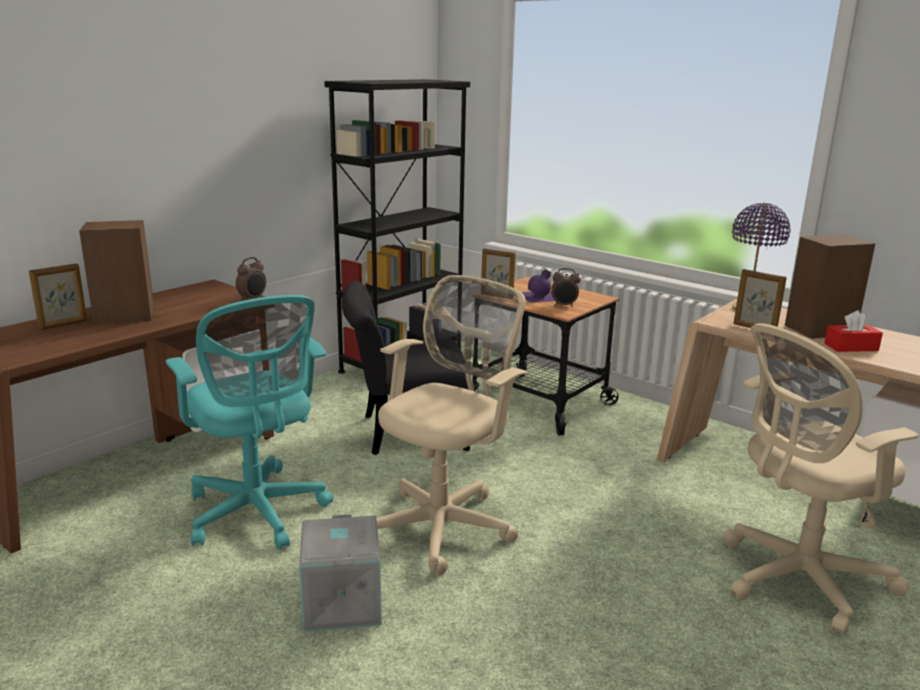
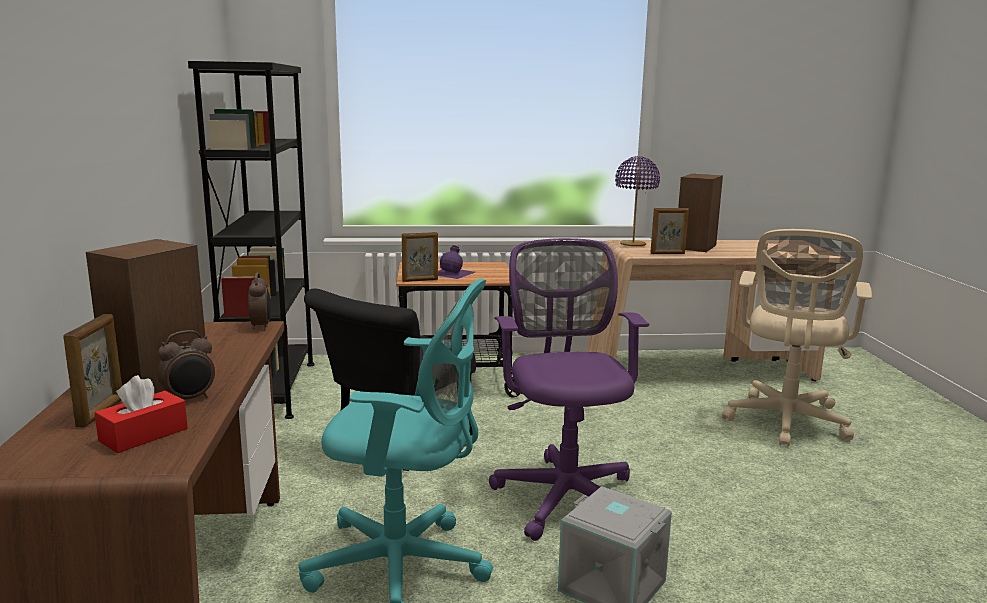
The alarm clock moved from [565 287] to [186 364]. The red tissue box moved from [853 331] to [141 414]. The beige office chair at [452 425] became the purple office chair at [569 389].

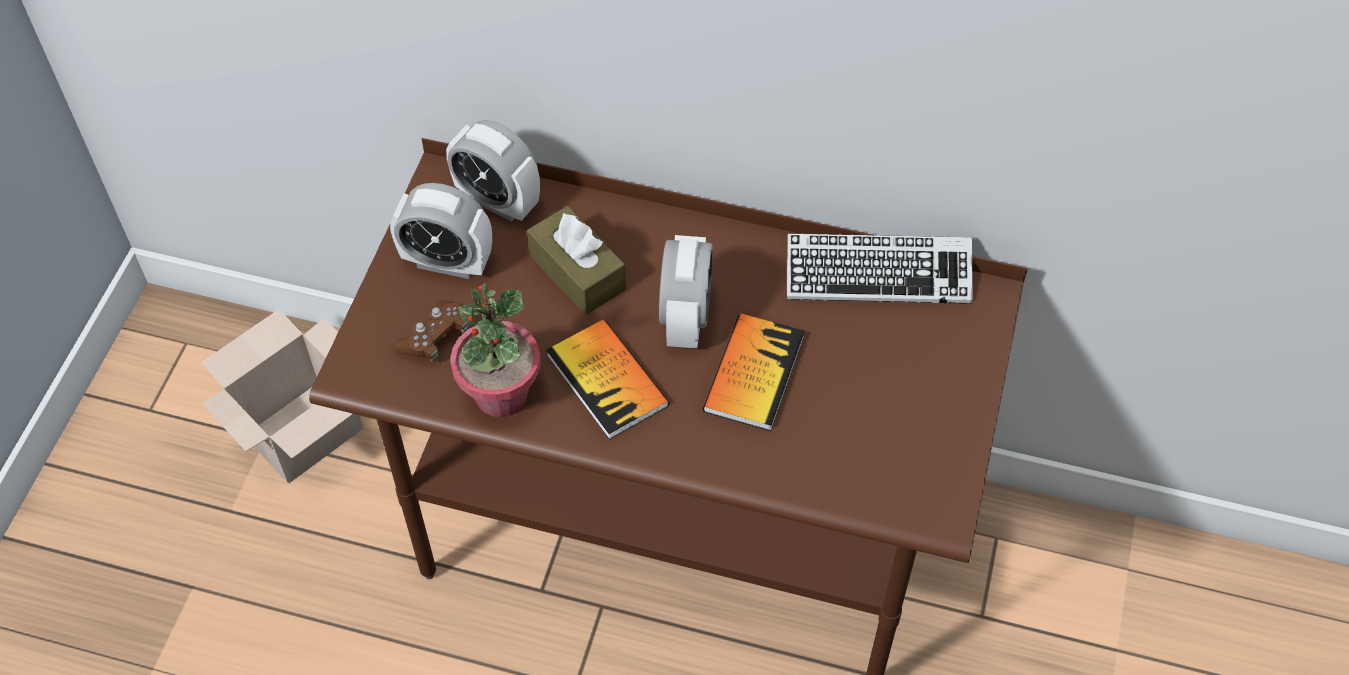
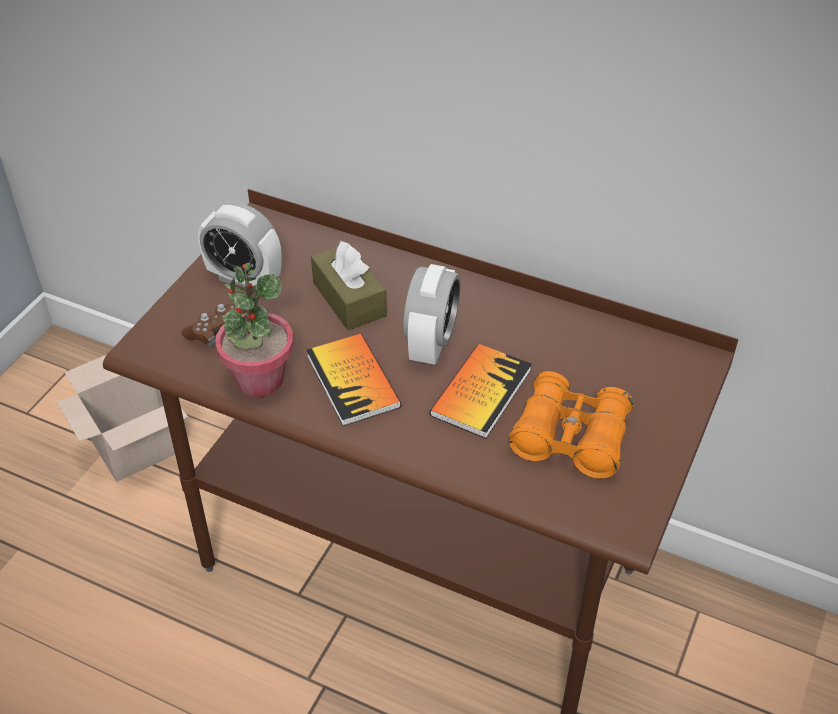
The alarm clock at [493 171] disappeared. The keyboard at [880 269] disappeared. The orange binoculars at [570 425] appeared.

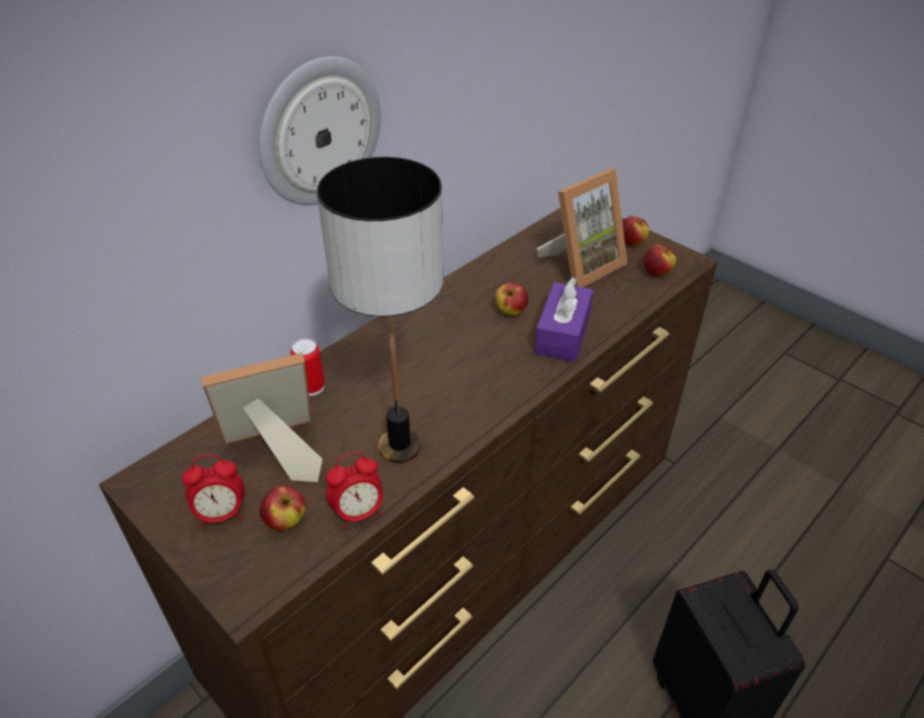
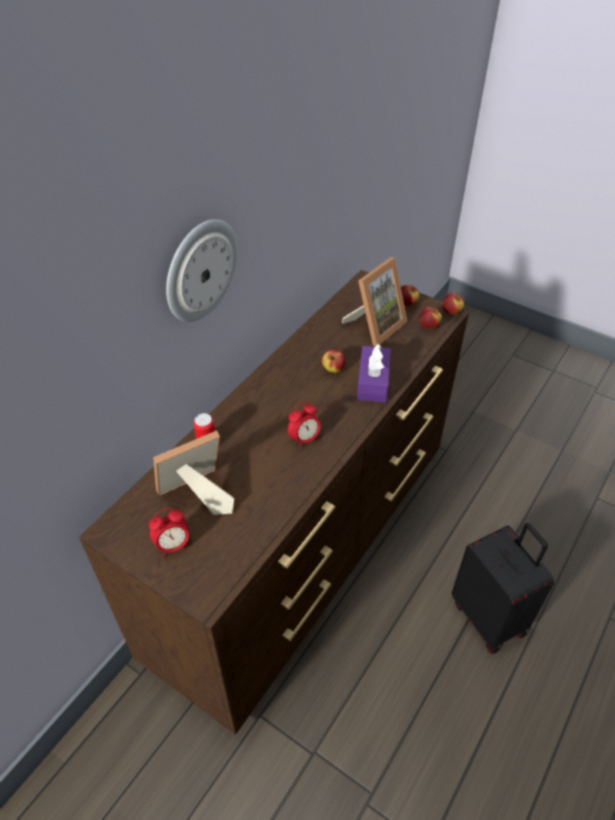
The table lamp at [380 310] disappeared. The apple moved from [283 508] to [453 303]. The alarm clock moved from [354 490] to [304 425].

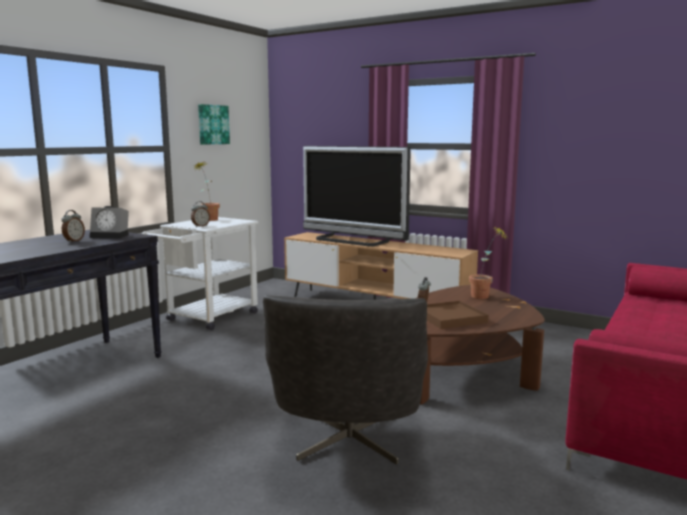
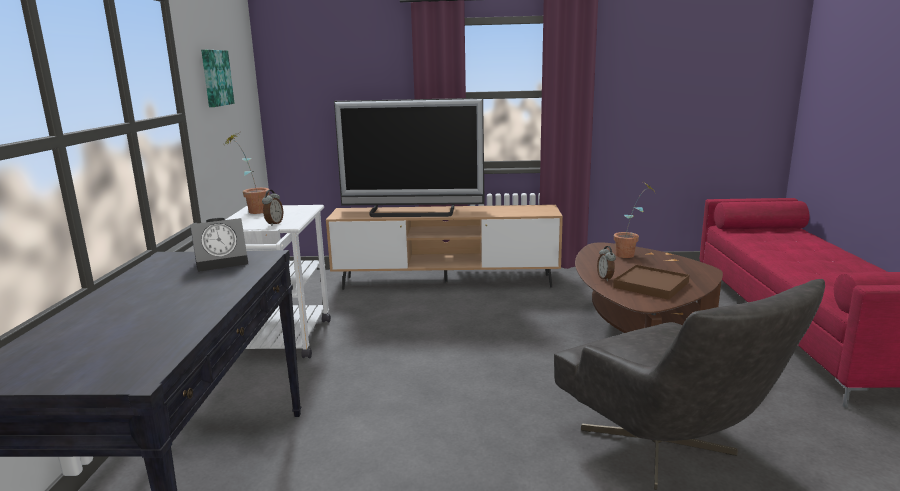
The alarm clock at [73 226] disappeared.

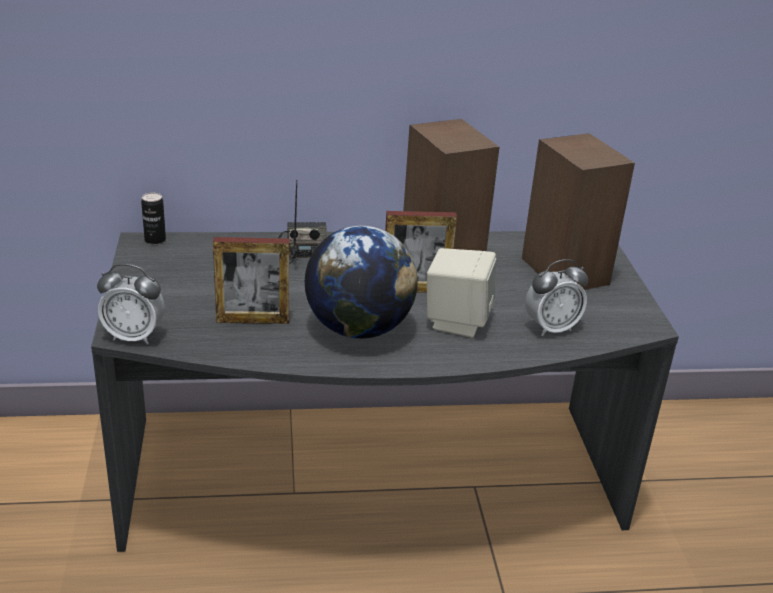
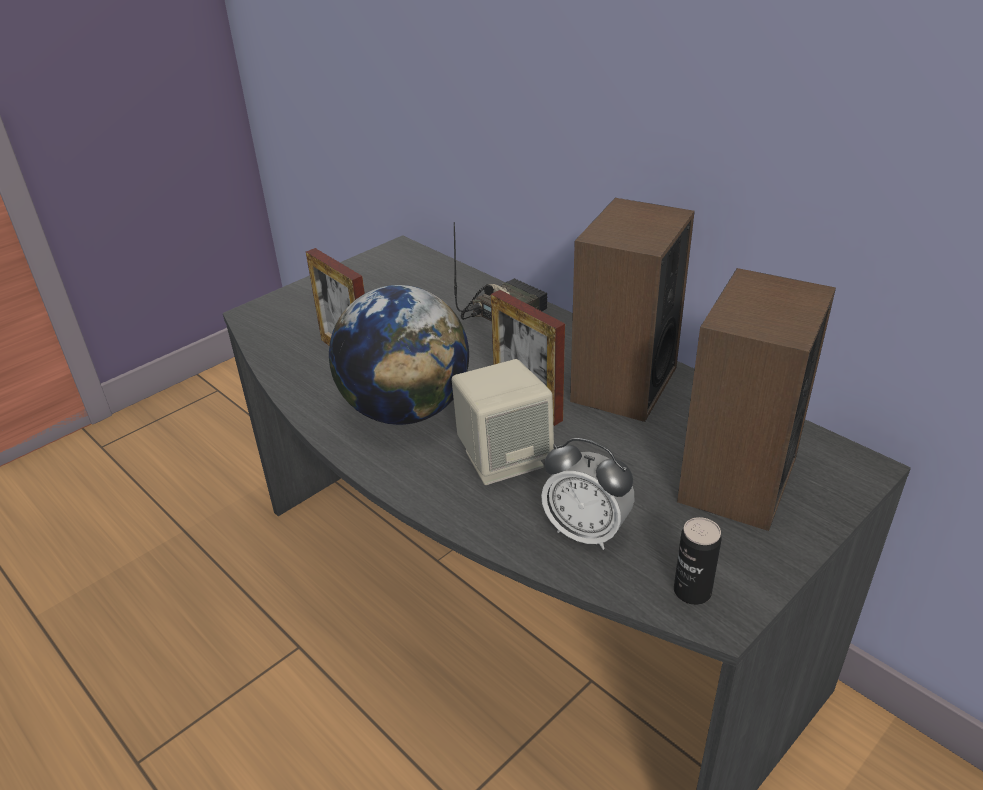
The alarm clock at [131 304] disappeared. The can moved from [153 219] to [698 561].

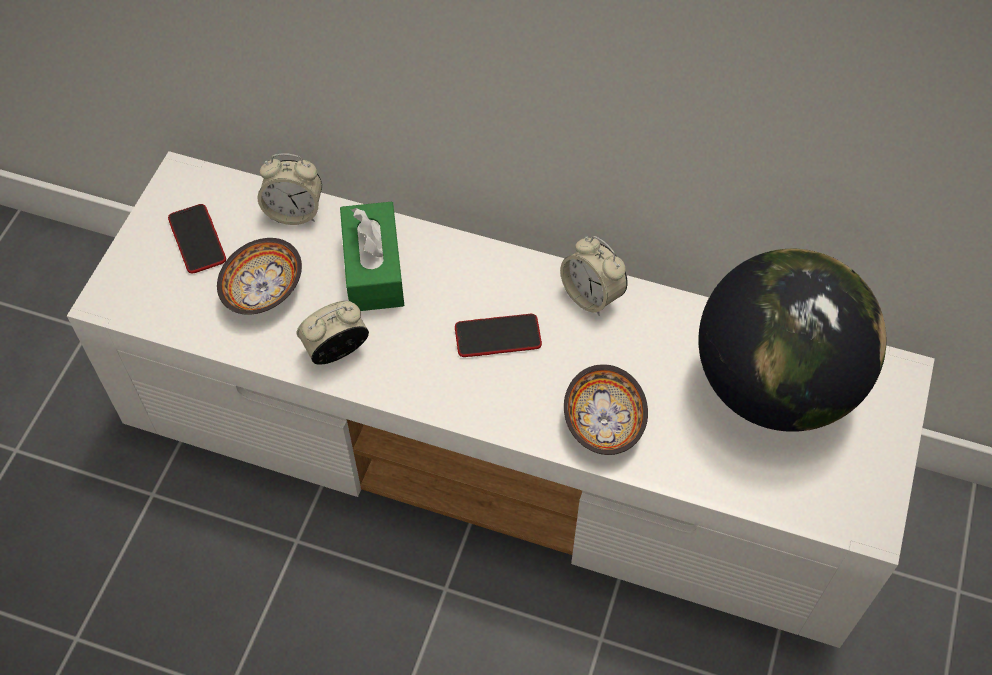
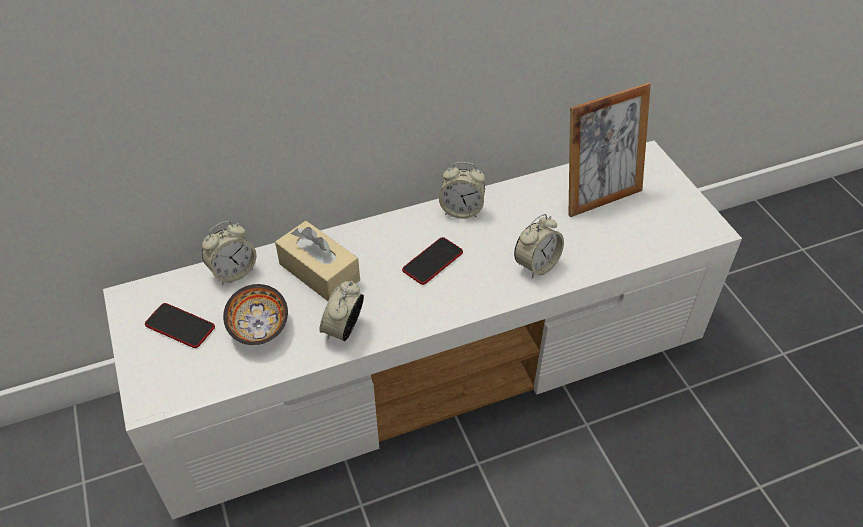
The bowl at [606 409] was replaced by the alarm clock at [539 246]. The globe at [792 340] was replaced by the picture frame at [609 149]. The green tissue box at [372 256] became the beige tissue box at [317 261].

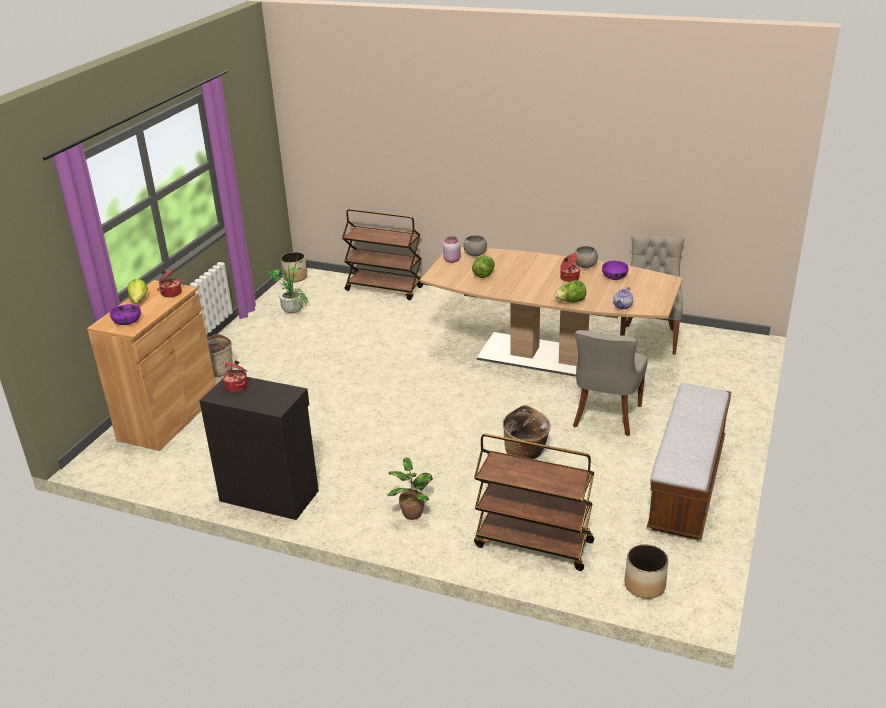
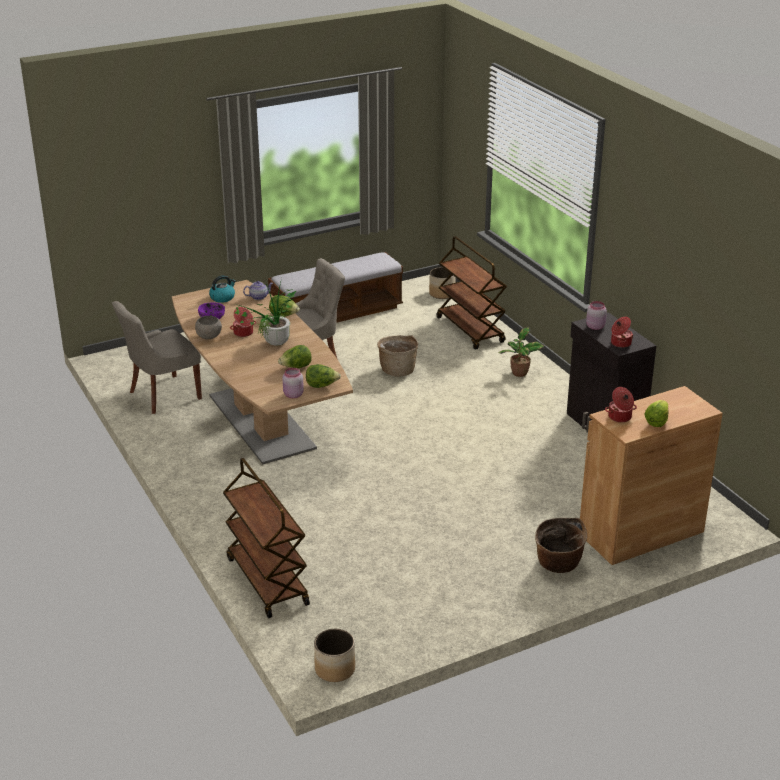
The purple bowl at [125 314] disappeared. The grey bowl at [475 245] disappeared. The kettle at [222 289] appeared. The lettuce at [323 376] appeared. The pink jar at [596 315] appeared. The potted plant moved from [288 284] to [265 312].

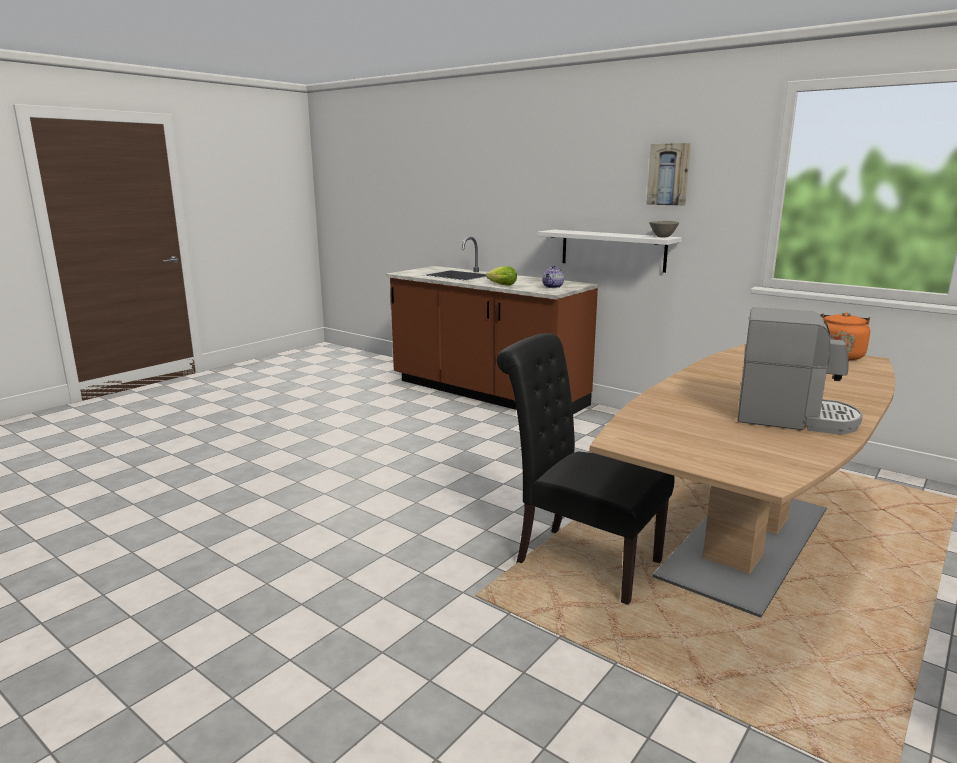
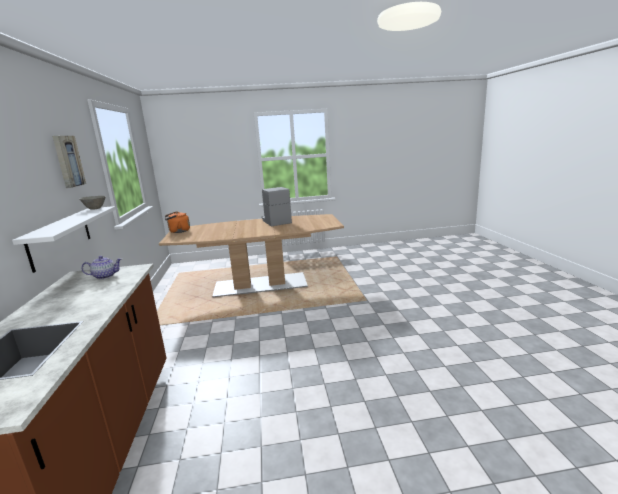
The lettuce at [501 276] disappeared. The black chair at [586 469] disappeared.

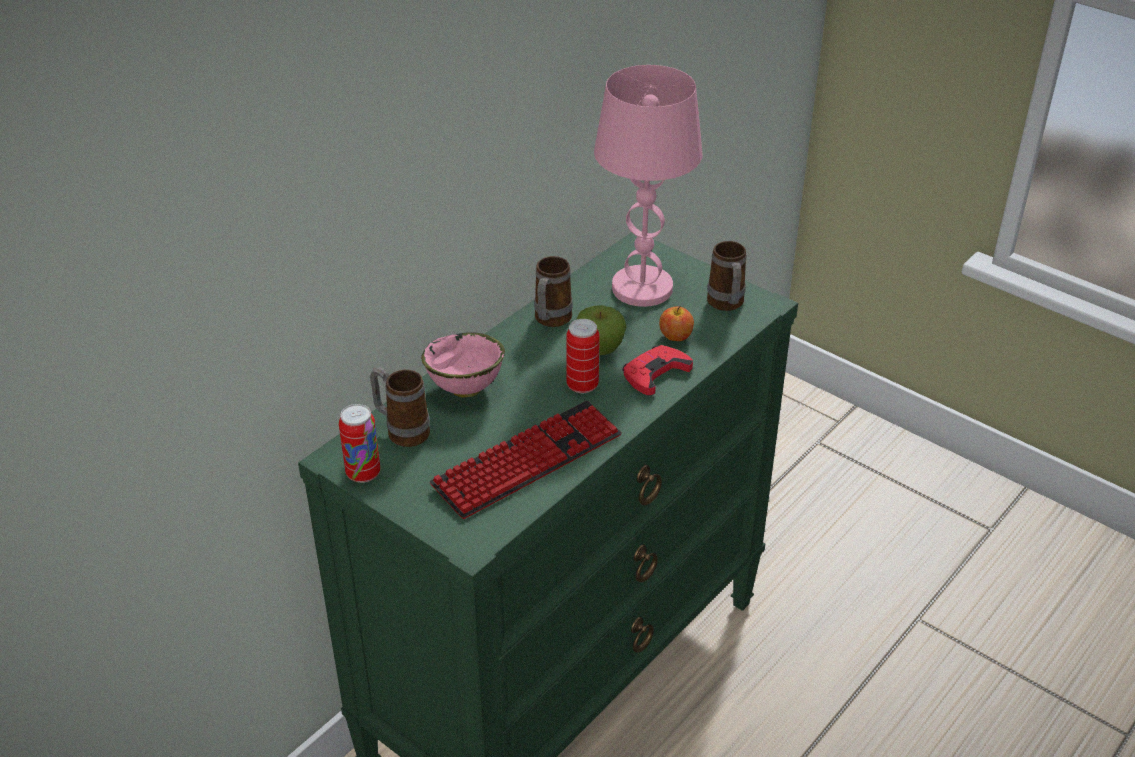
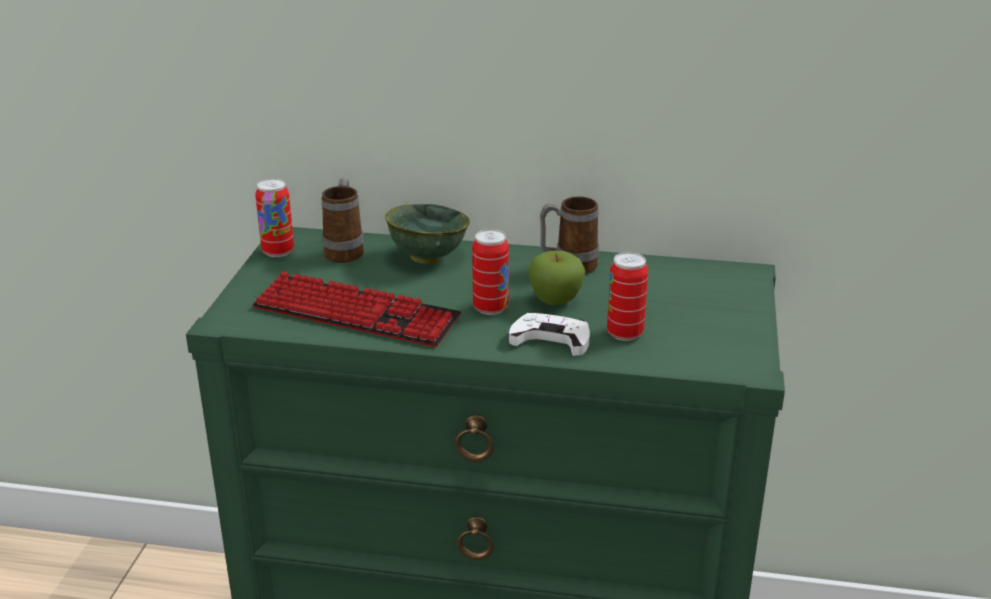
The pink table lamp at [648 186] disappeared. The mug at [726 276] disappeared. The apple at [676 323] was replaced by the can at [627 296]. The pink bowl at [463 365] became the green bowl at [427 234]. The red game controller at [657 370] became the white game controller at [549 334].

